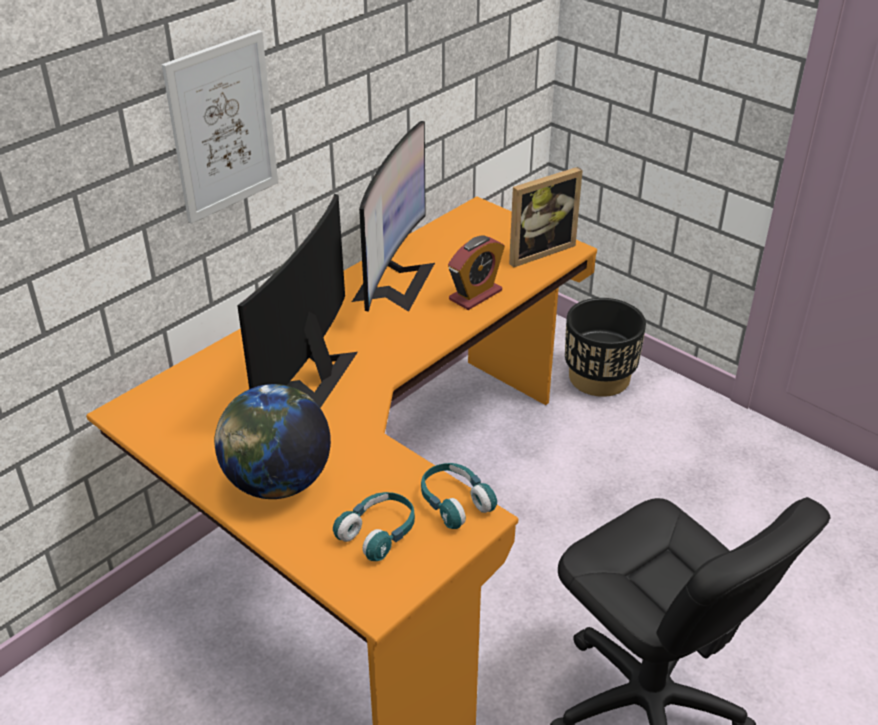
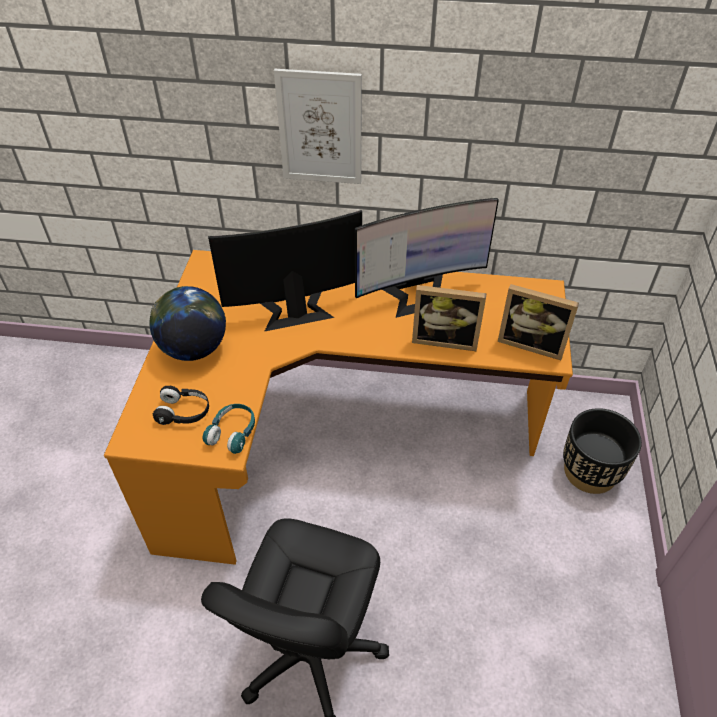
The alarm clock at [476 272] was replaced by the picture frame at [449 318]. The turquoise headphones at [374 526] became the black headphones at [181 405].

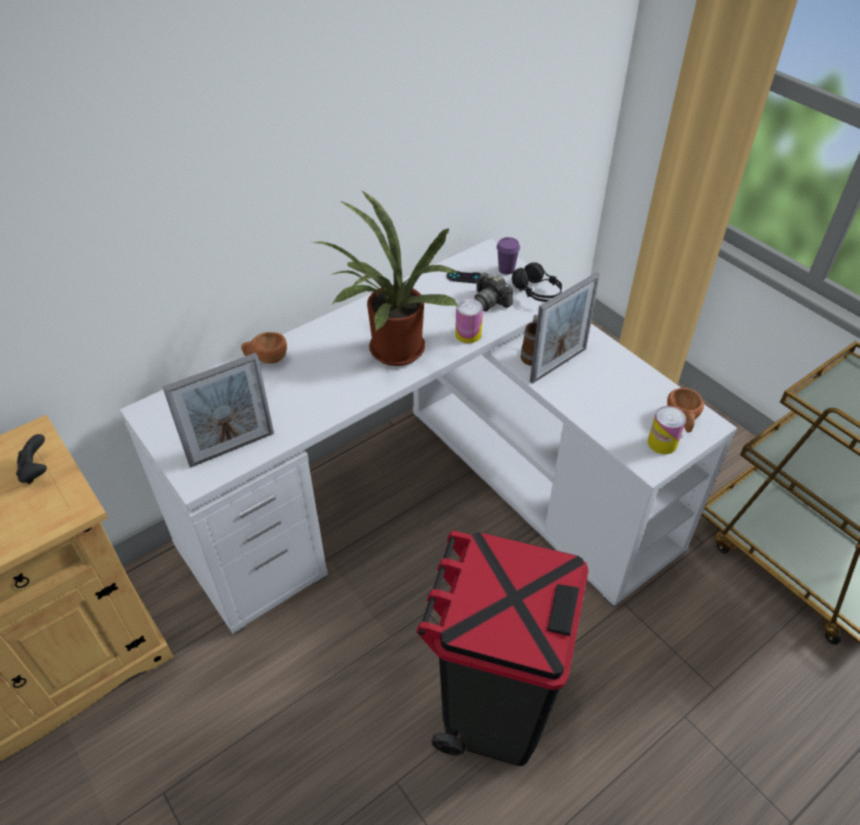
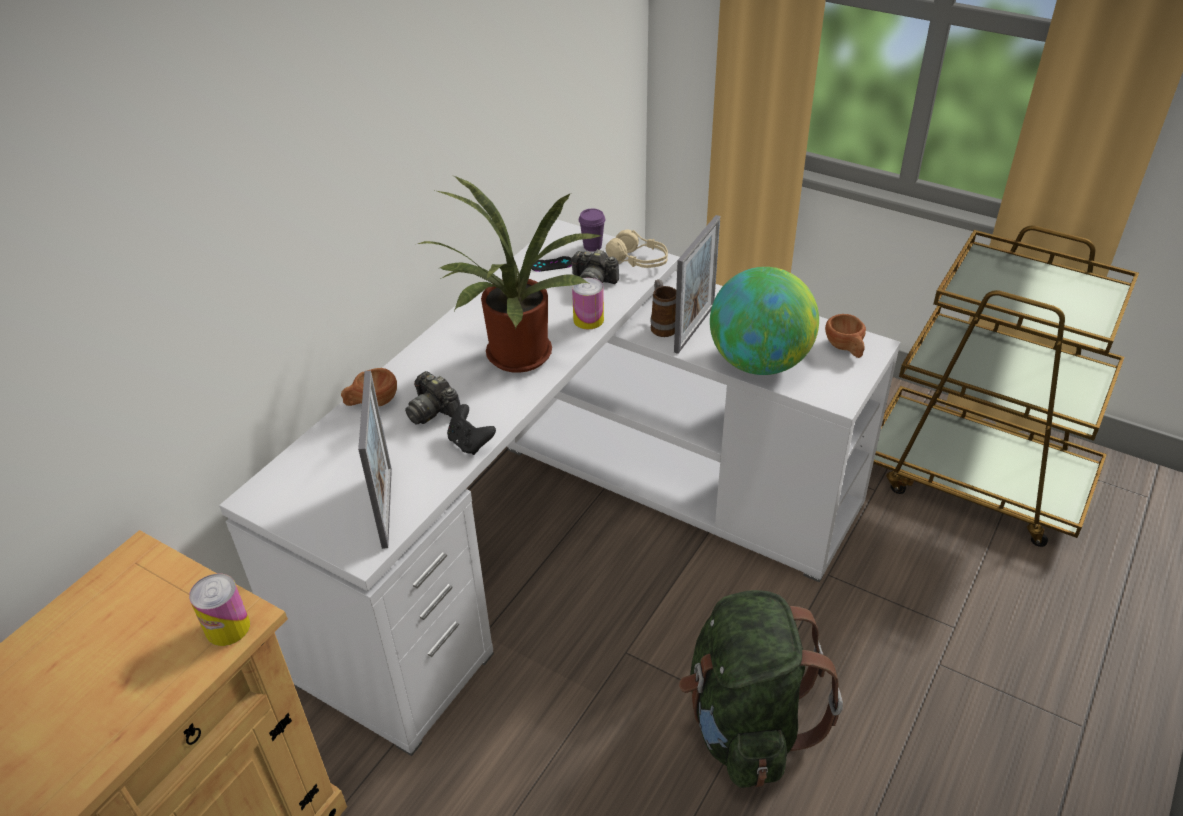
The photo camera at [433 398] appeared. The globe at [764 321] appeared. The black game controller moved from [31 459] to [471 429]. The can moved from [667 430] to [219 609]. The black trash can at [502 648] was replaced by the green backpack at [761 689]. The black headphones at [537 282] became the beige headphones at [637 248]. The picture frame at [218 410] turned 45 degrees counterclockwise.

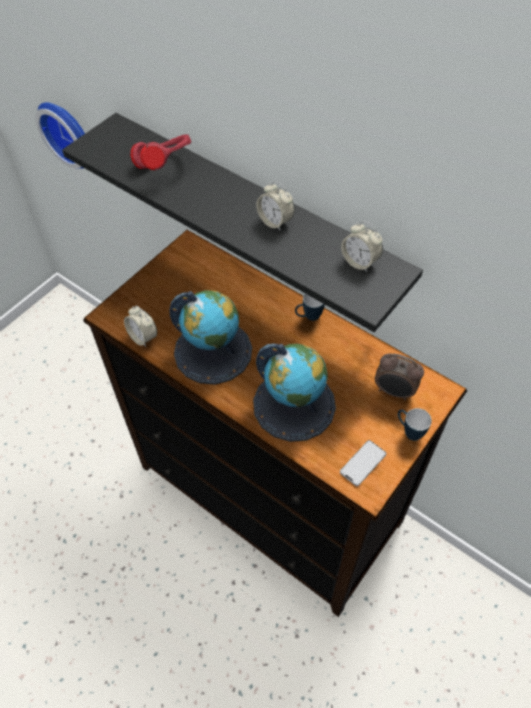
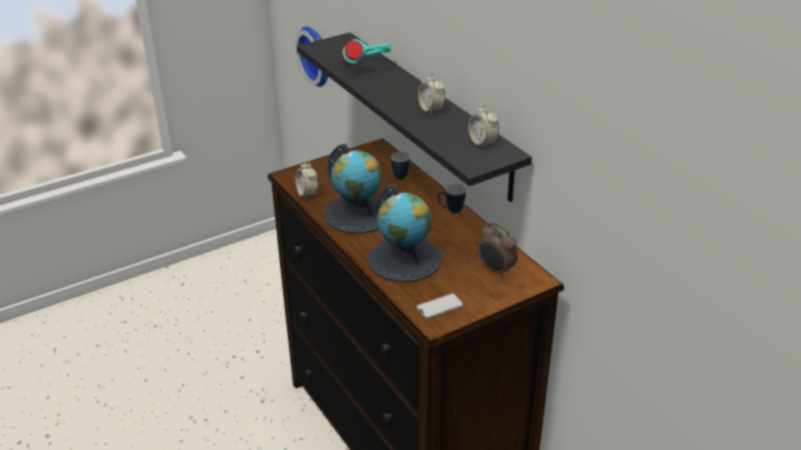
The mug moved from [415 424] to [400 166]. The red headphones at [160 152] became the turquoise headphones at [366 52].

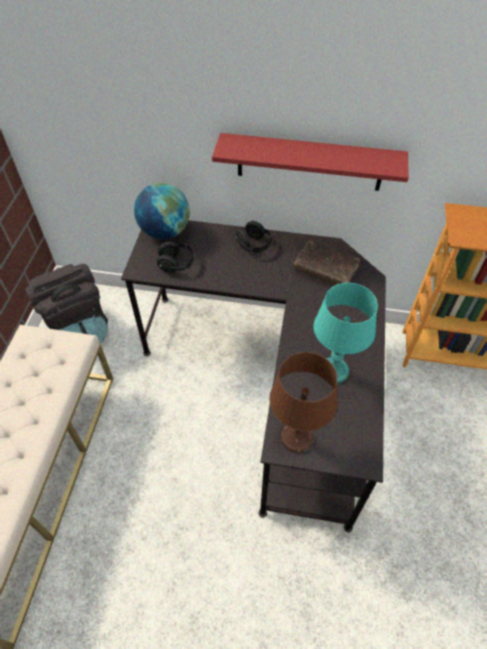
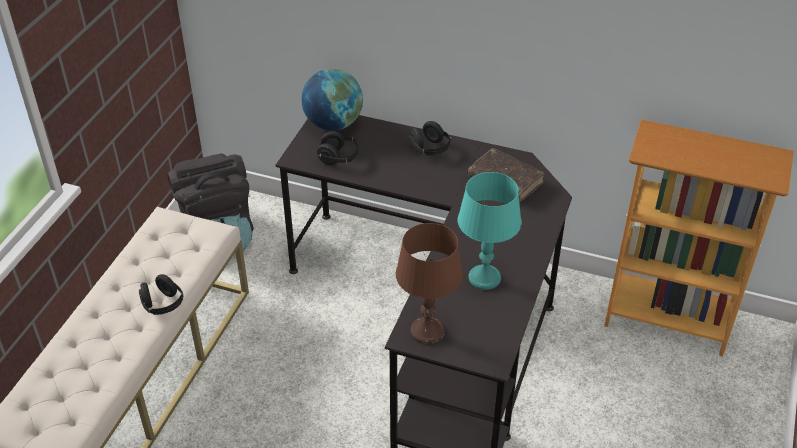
The red shelf at [310 162] disappeared. The black headphones at [161 294] appeared.

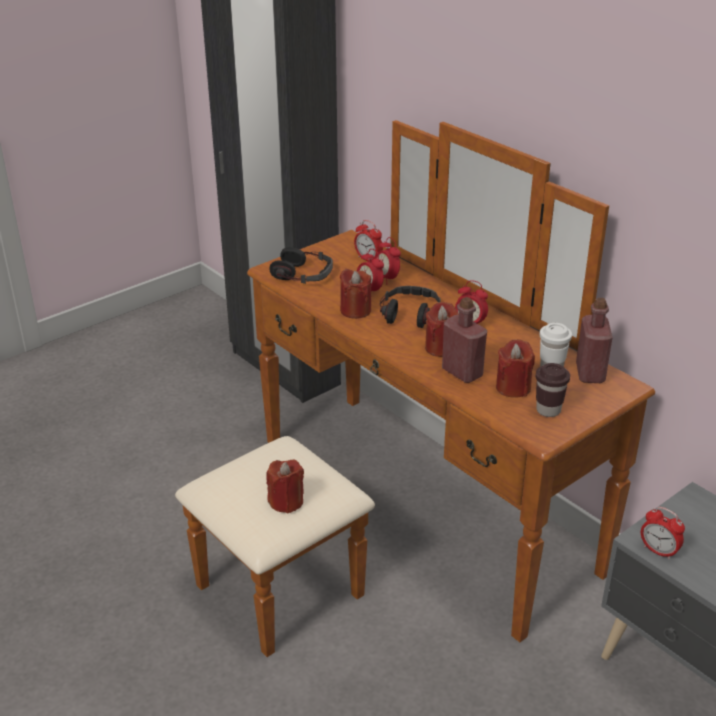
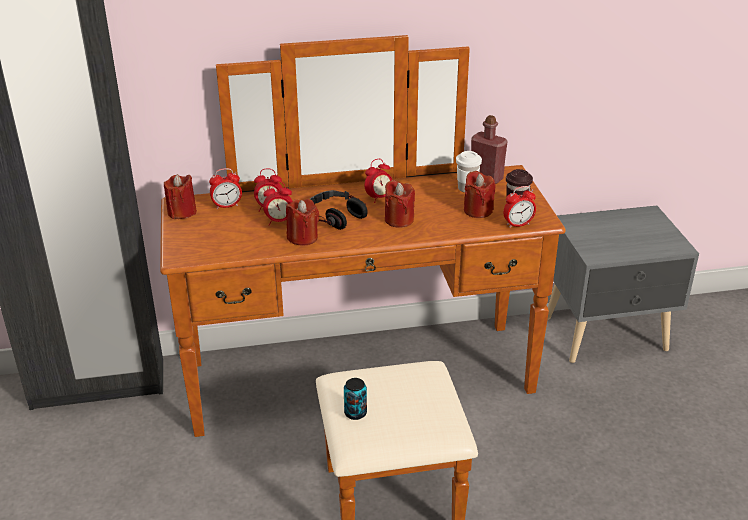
The headphones at [301 265] disappeared. The red bottle at [464 340] disappeared. The can at [355 399] appeared. The red candle moved from [285 486] to [180 196]. The alarm clock moved from [663 533] to [519 207].

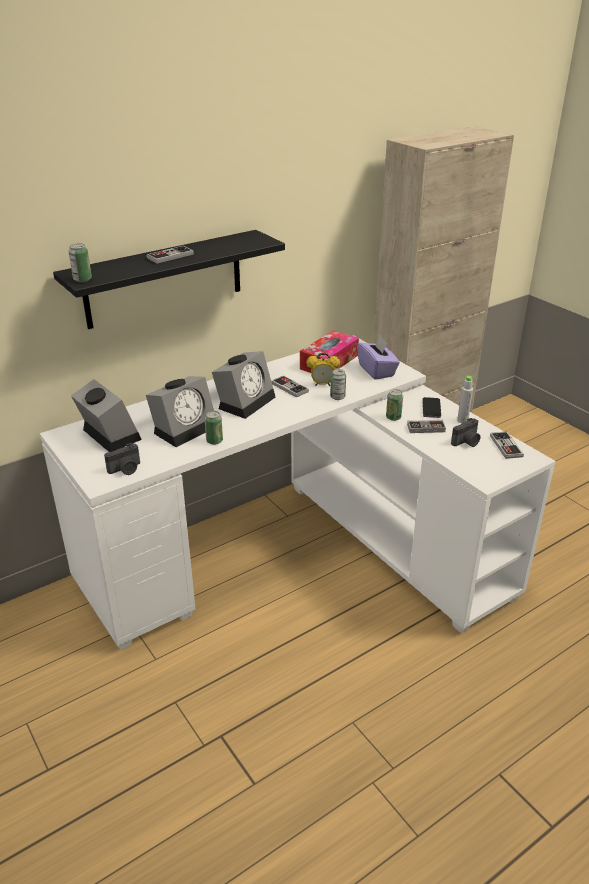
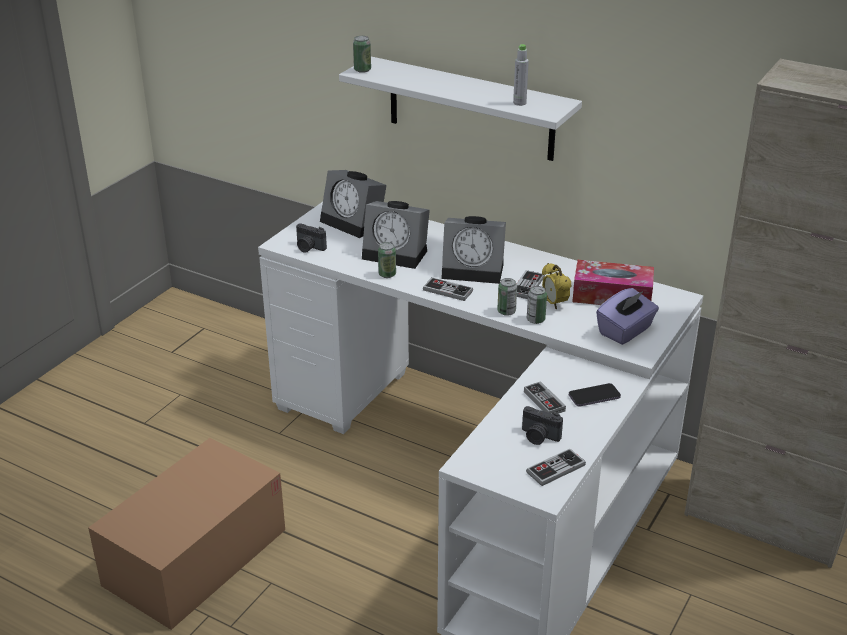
The cardboard box at [186 534] appeared. The game controller moved from [170 255] to [448 289]. The can moved from [394 405] to [507 297]. The grey bottle moved from [465 399] to [521 75]. The black shelf at [169 279] became the white shelf at [460 109]. The alarm clock at [106 415] turned 105 degrees clockwise.

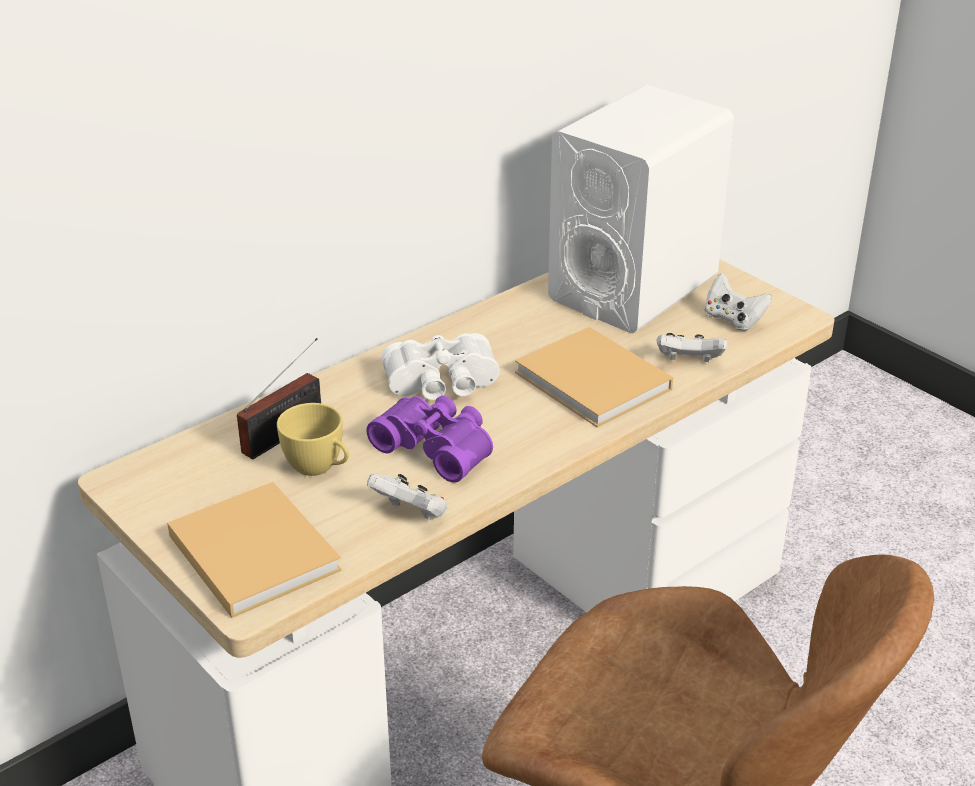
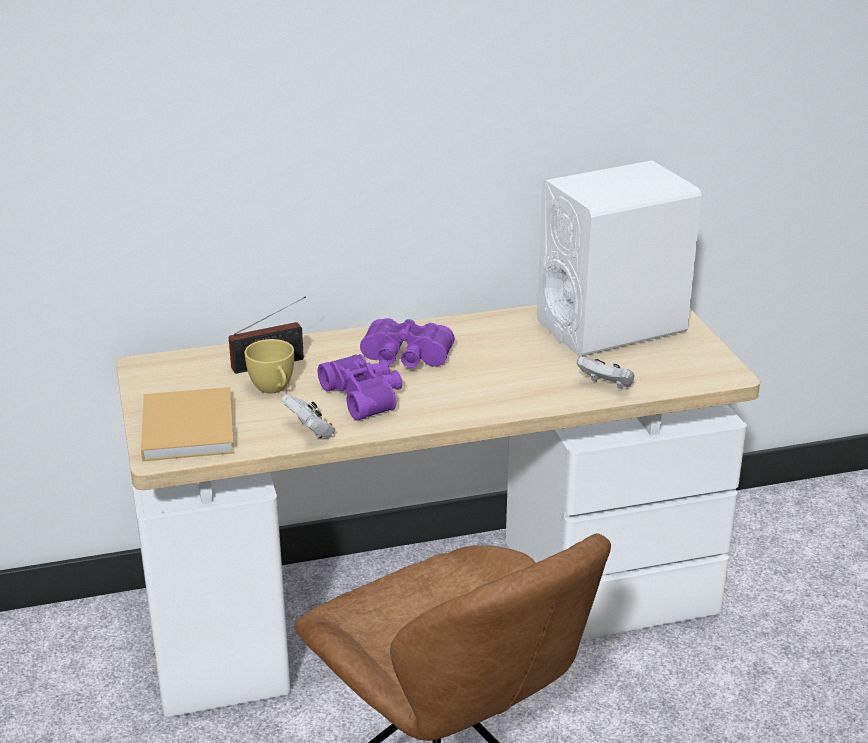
The beige book at [594 377] disappeared. The white game controller at [738 302] disappeared. The white binoculars at [441 366] became the purple binoculars at [407 343].

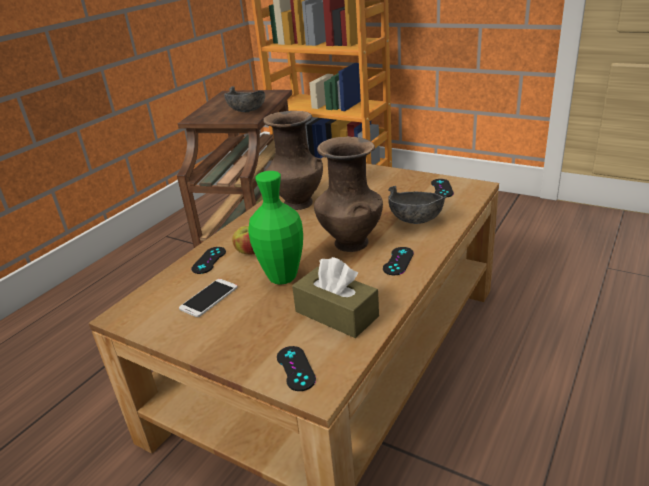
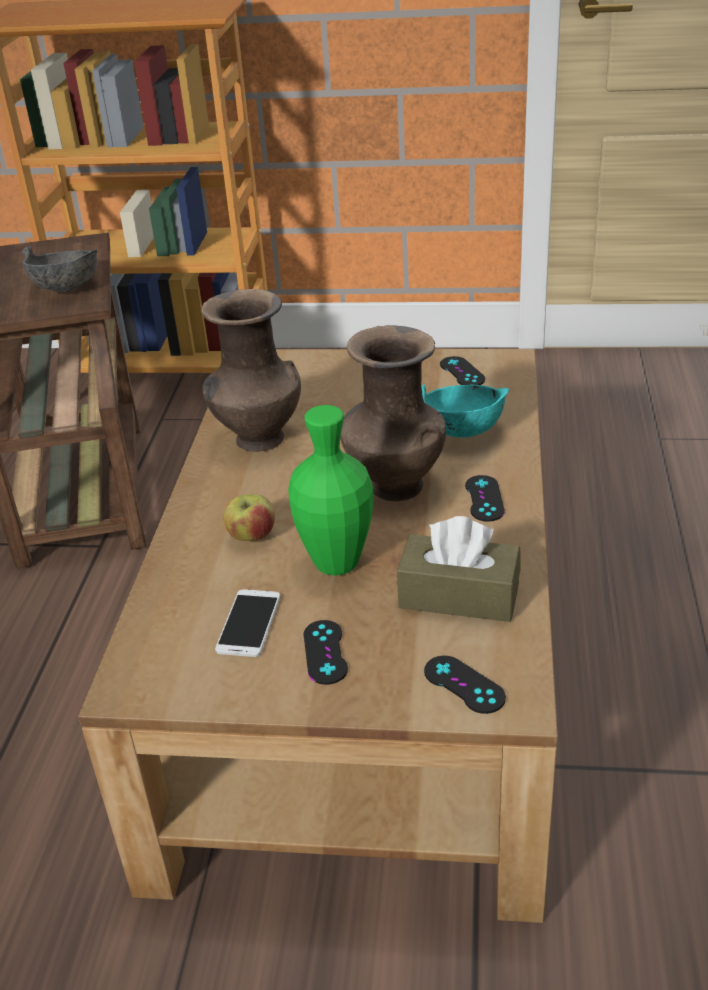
The black game controller moved from [208 260] to [325 652]. The grey bowl at [417 204] became the turquoise bowl at [465 411].

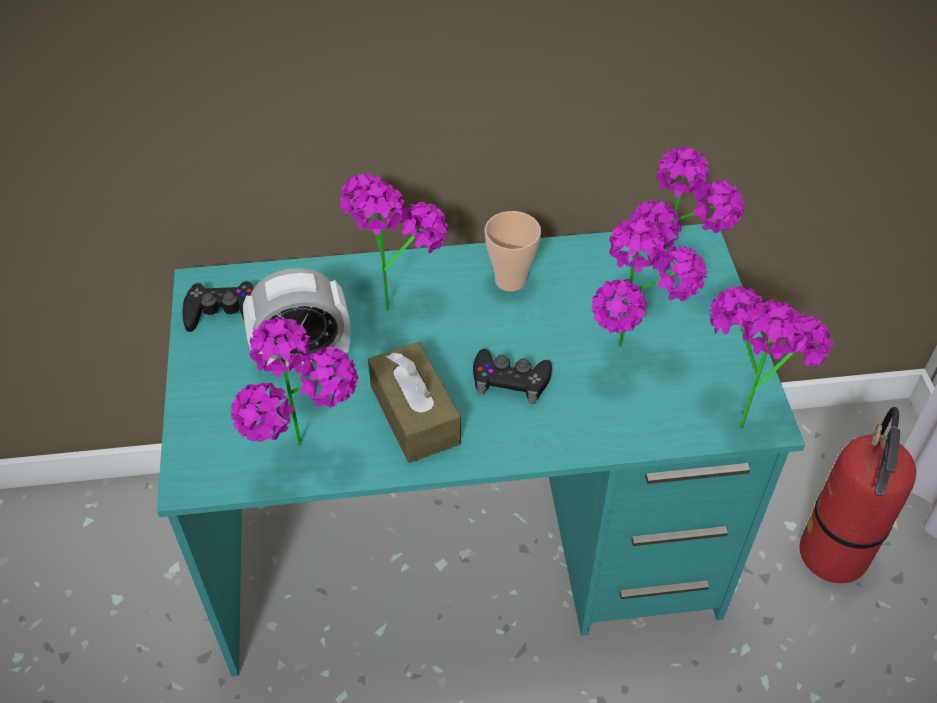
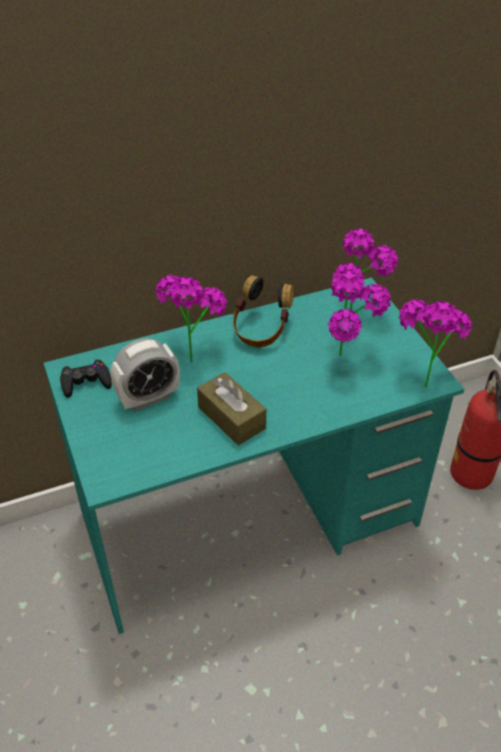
The potted plant at [294 381] disappeared. The black game controller at [512 376] disappeared. The cup at [513 251] was replaced by the headphones at [263 311].

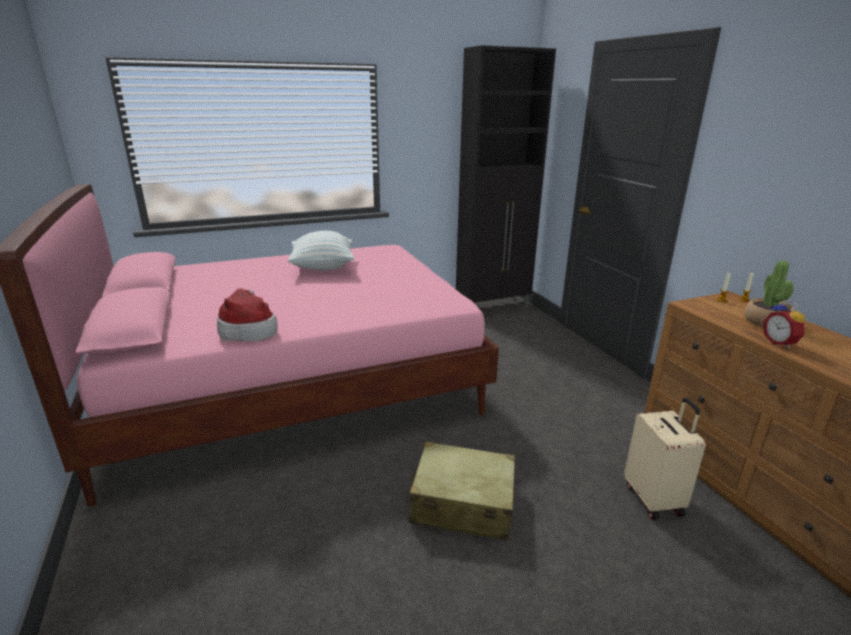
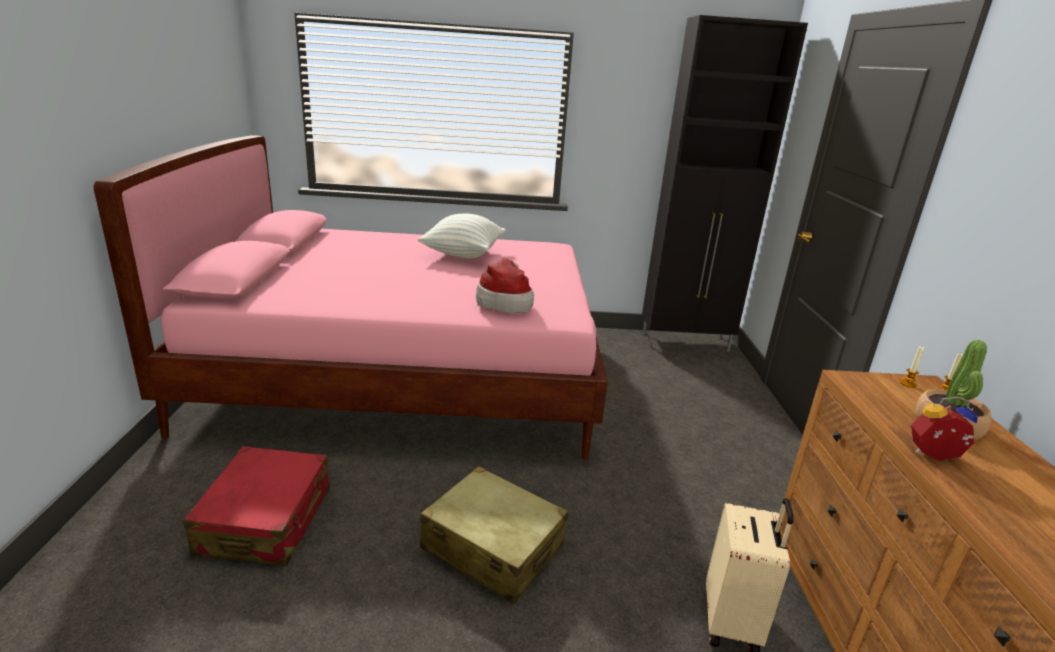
The red suitcase at [256 506] appeared. The hat moved from [247 314] to [505 285]. The alarm clock at [784 324] turned 90 degrees clockwise.

